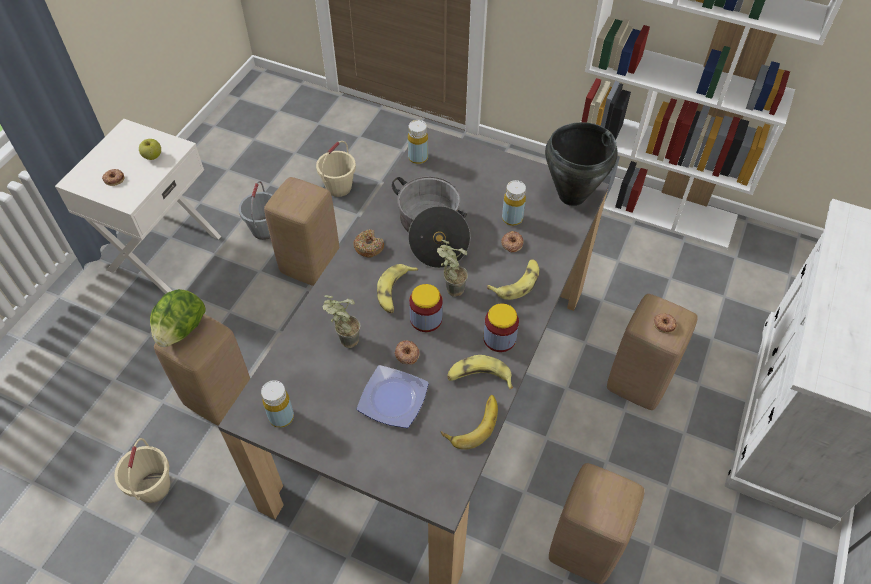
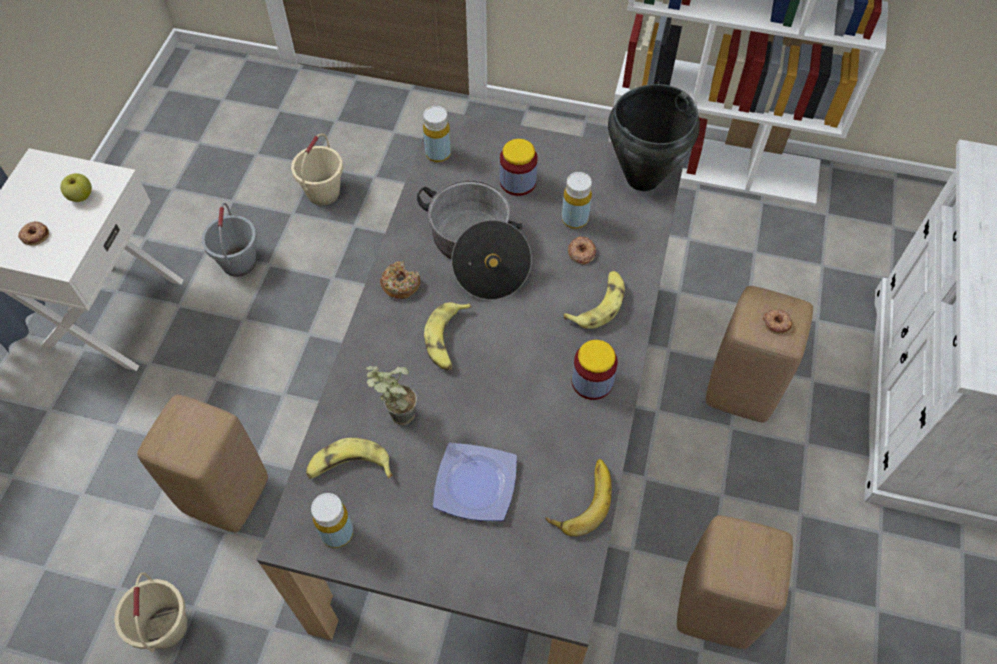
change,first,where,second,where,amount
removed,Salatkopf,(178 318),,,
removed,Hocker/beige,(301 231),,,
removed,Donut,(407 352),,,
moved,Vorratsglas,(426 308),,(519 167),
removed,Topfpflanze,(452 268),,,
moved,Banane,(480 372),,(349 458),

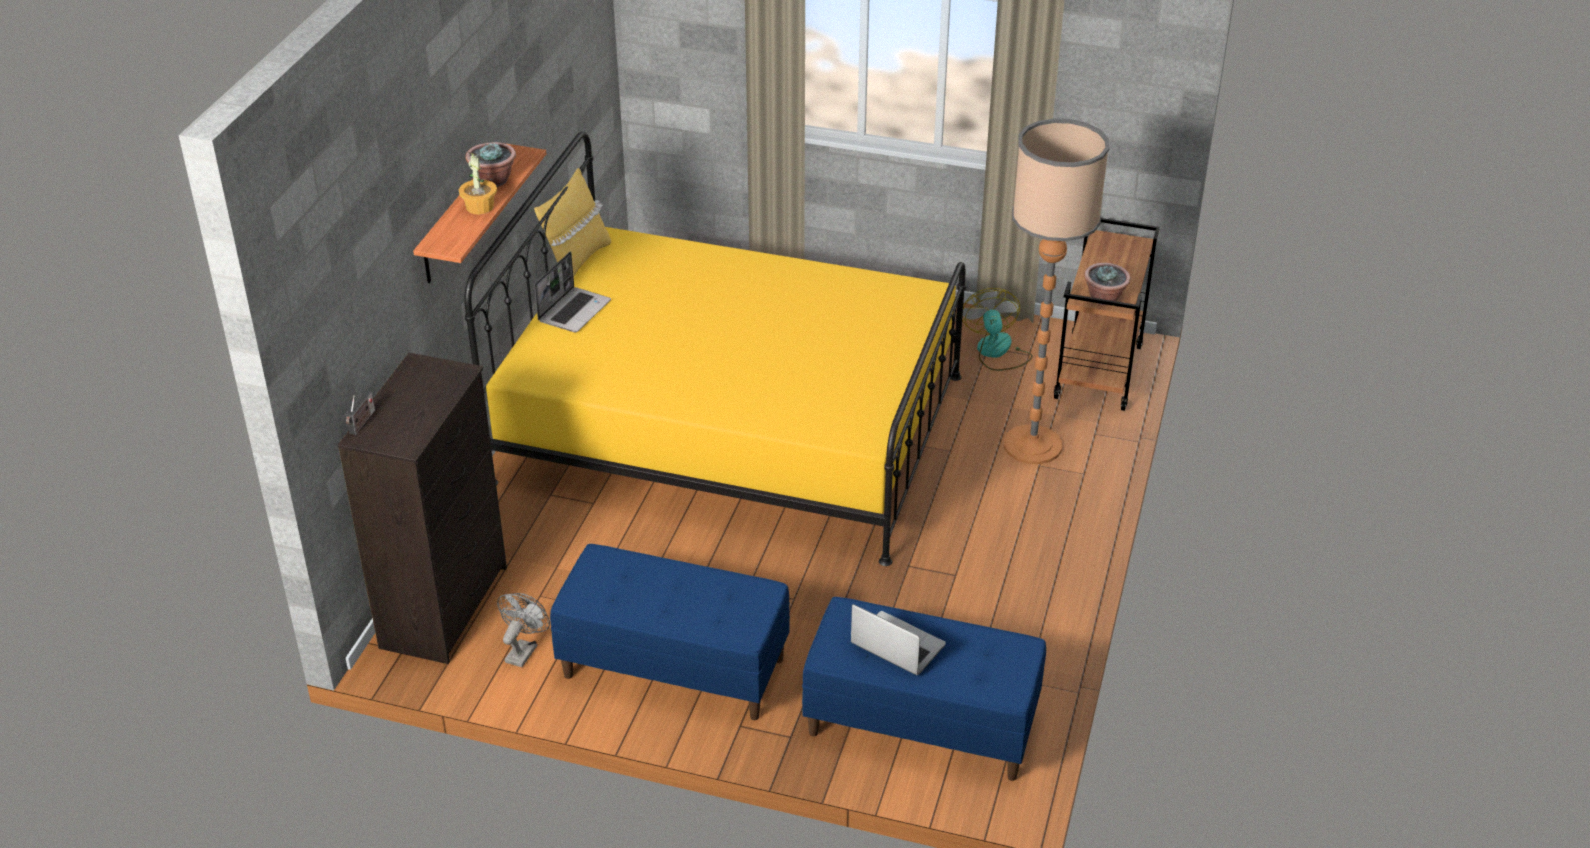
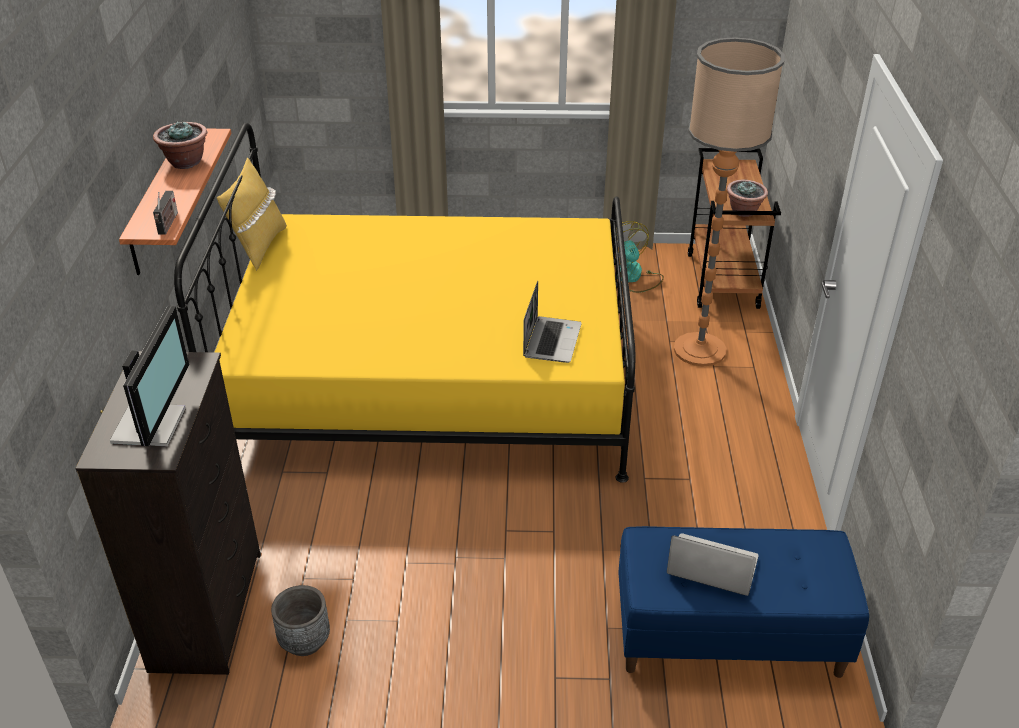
change,first,where,second,where,amount
moved,Radio,(360 412),,(165 213),
removed,Topfpflanze,(478 183),,,
replaced,Ventilator/grau,(523 630),Pflanzkübel/grau,(300 620),
moved,Laptop,(572 292),,(552 322),
removed,Bank/blau,(670 632),,,
added,,,Monitor,(149 376),

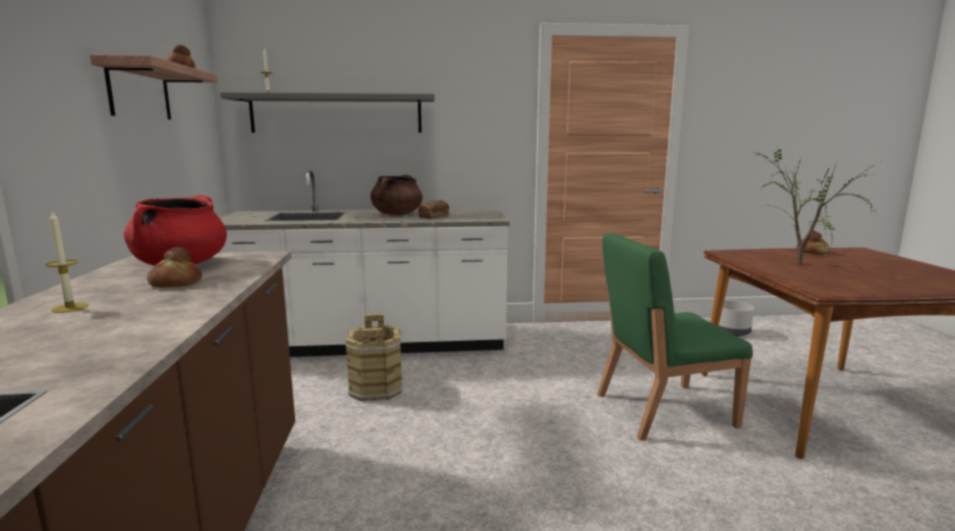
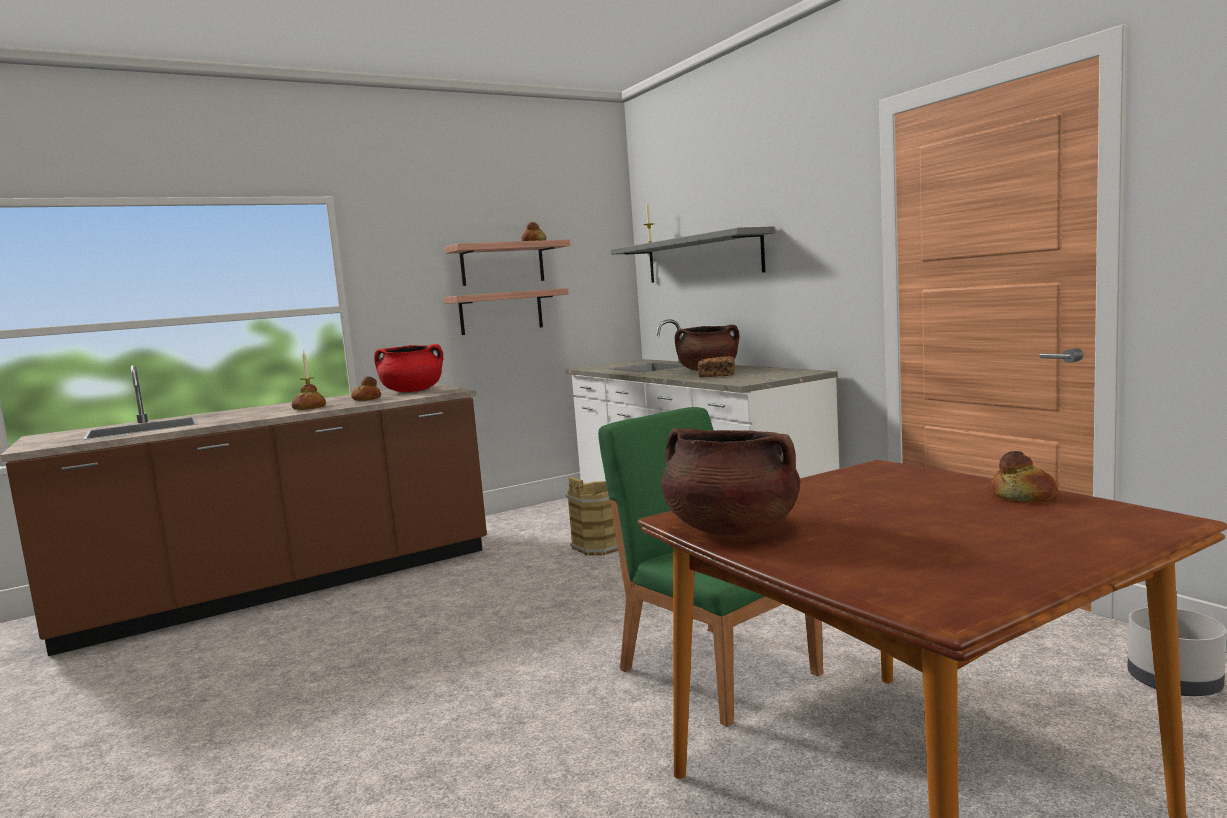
change,first,where,second,where,amount
removed,Topfpflanze,(814 206),,,
added,,,Brot,(308 397),
added,,,Wandregal,(506 311),
added,,,Kochtopf/braun,(730 481),

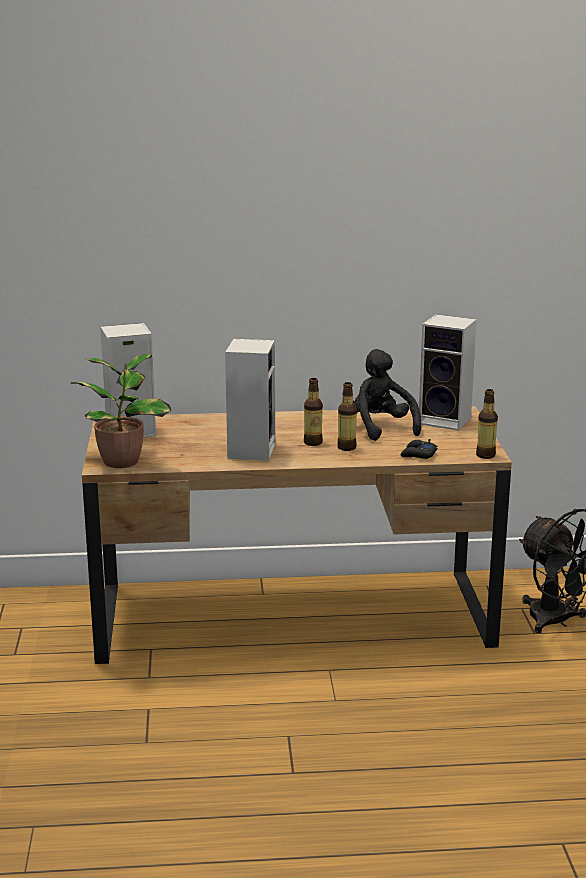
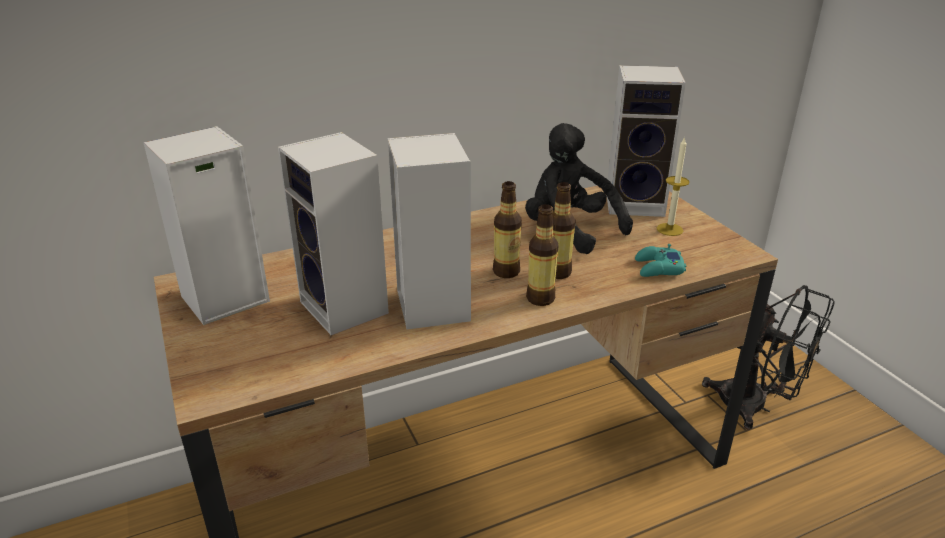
change,first,where,second,where,amount
removed,Topfpflanze,(121 411),,,
recoloured,Gamepad/schwarz,(419 449),Gamepad/türkis,(660 260),
moved,Flasche,(487 424),,(542 255),
added,,,Lautsprecher,(333 233),
added,,,Kerze,(673 186),

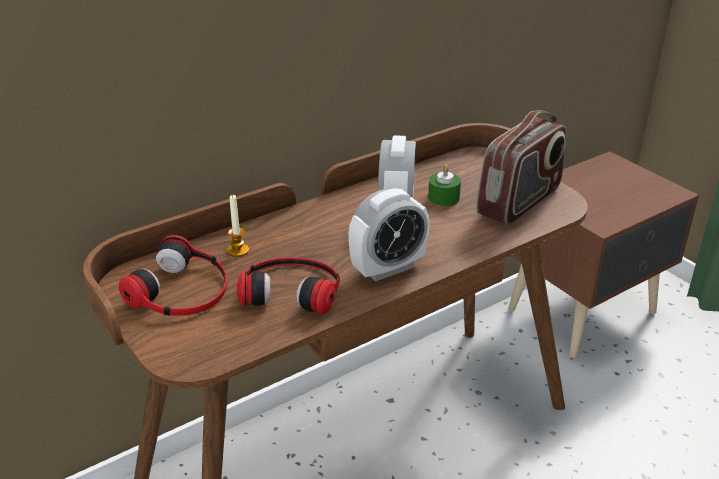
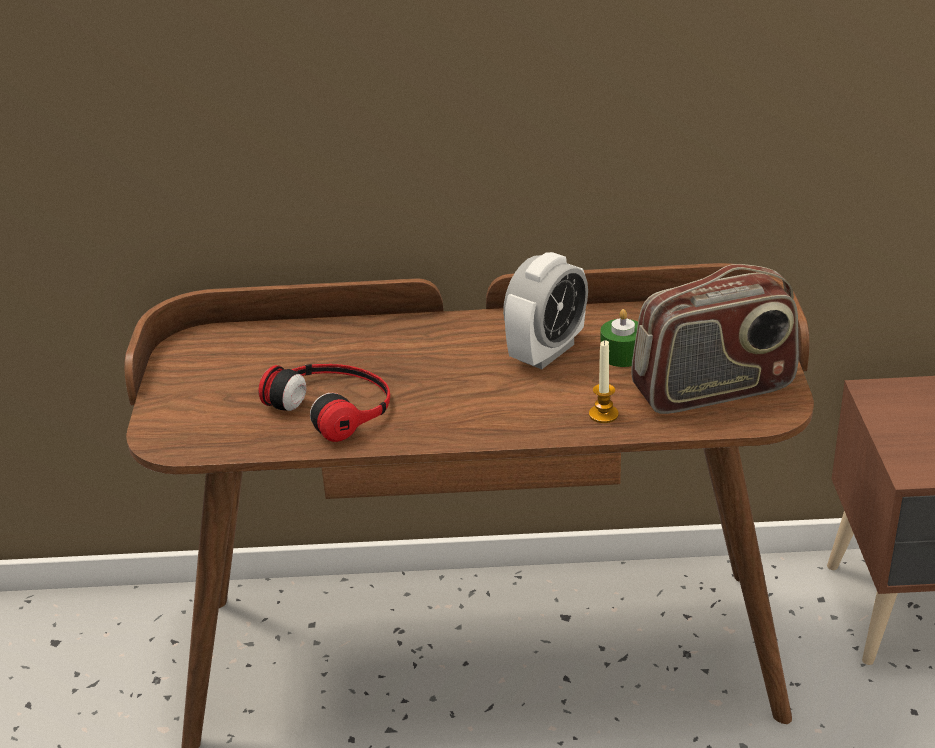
change,first,where,second,where,amount
removed,Kopfhörer,(173 275),,,
moved,Kerze,(238 225),,(604 381),
removed,Wecker,(388 234),,,

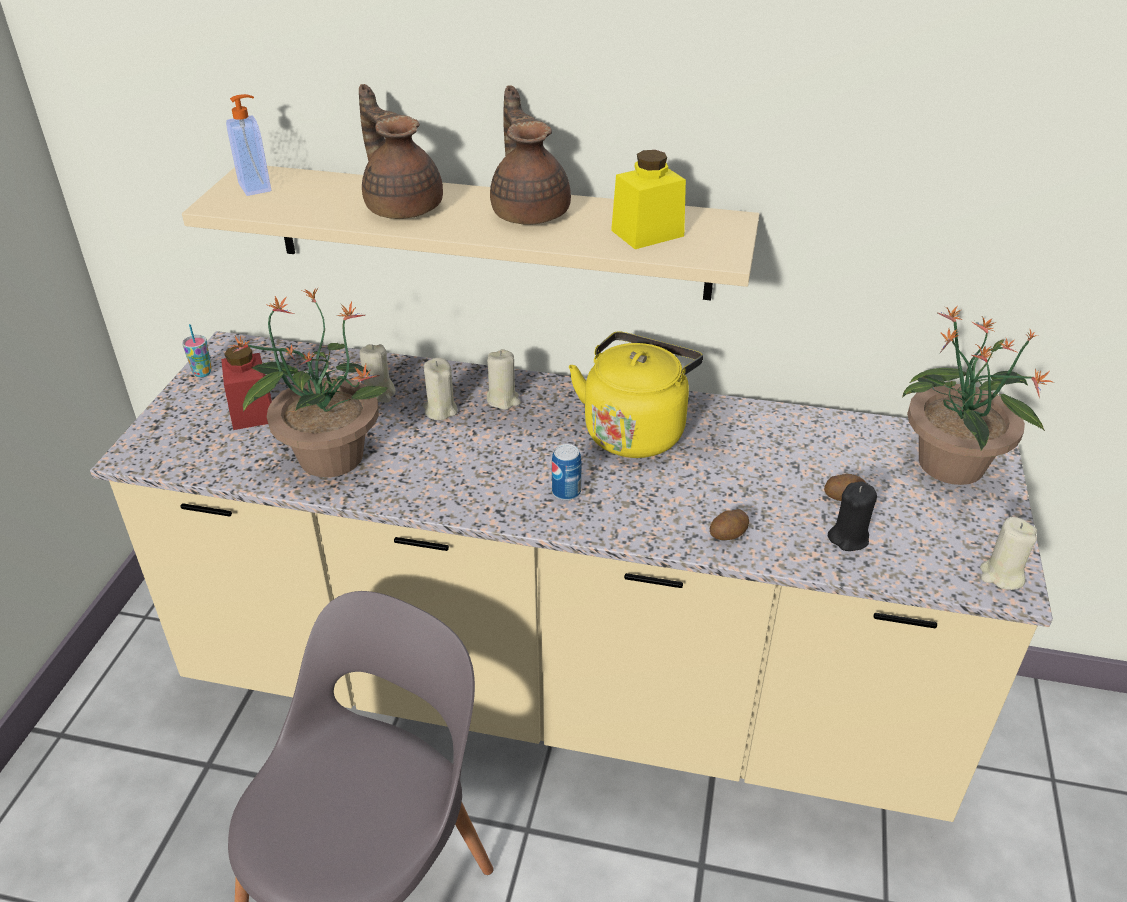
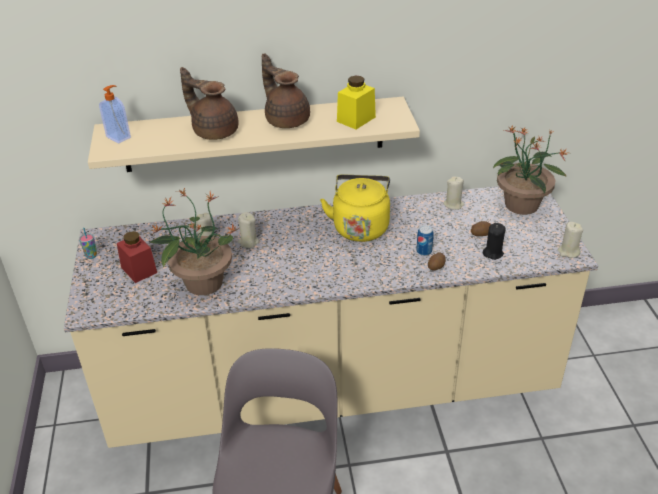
change,first,where,second,where,amount
moved,Kerze/beige,(504 379),,(454 193),
moved,Dose,(567 472),,(425 240),

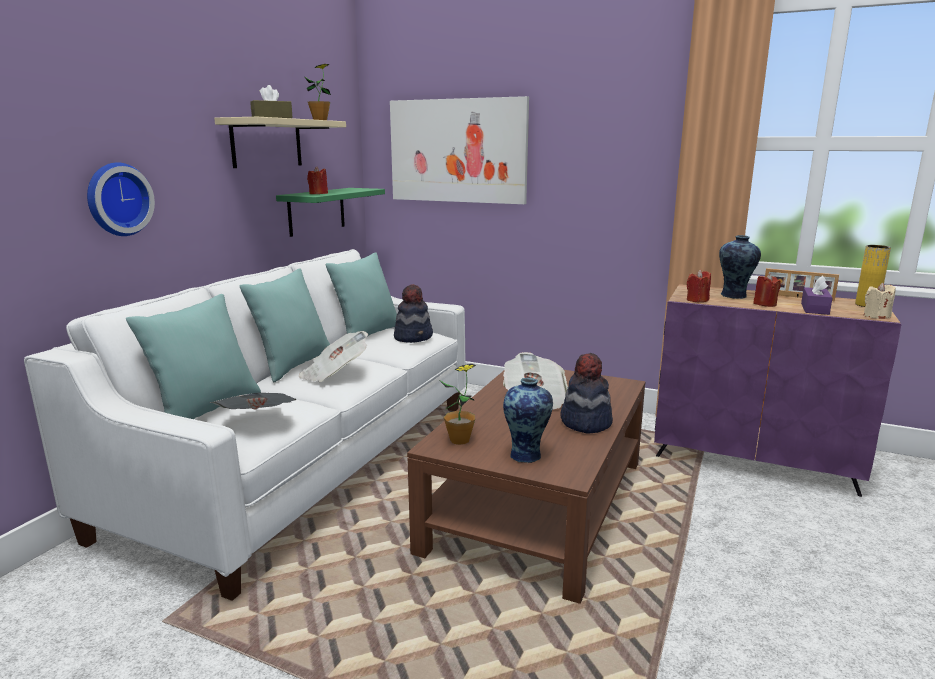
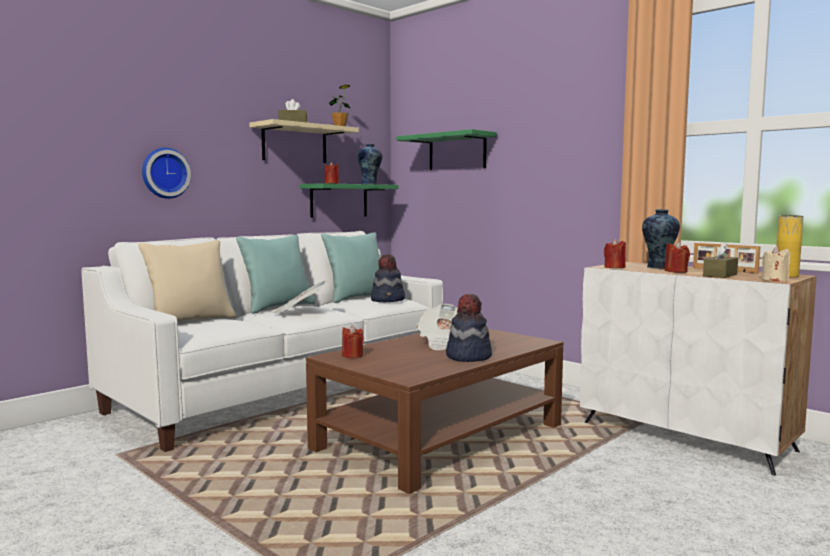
change,first,where,second,where,amount
recoloured,Kissen/türkis,(193 356),Kissen/beige,(187 281),
removed,Zeitung,(253 401),,,
replaced,Bild,(459 150),Wandregal/grün,(446 149),
replaced,Topfpflanze,(457 404),Kerze/rot,(353 341),
moved,Vase,(528 421),,(370 164),
recoloured,Schrank/lila,(778 390),Schrank/weiß,(698 369),
recoloured,Taschentuchbox/lila,(817 295),Taschentuchbox/braun,(720 260),

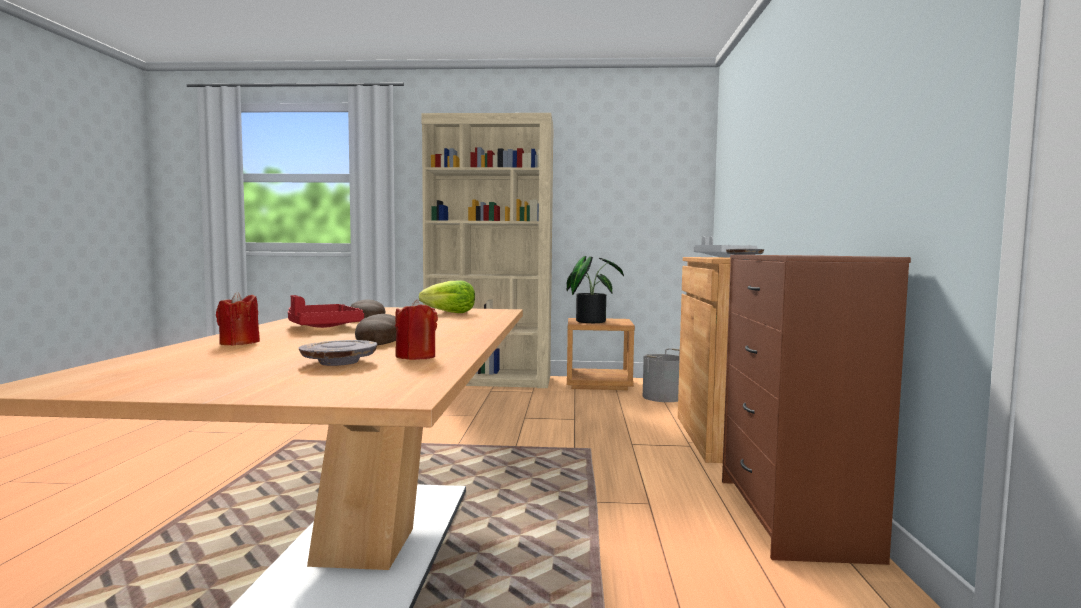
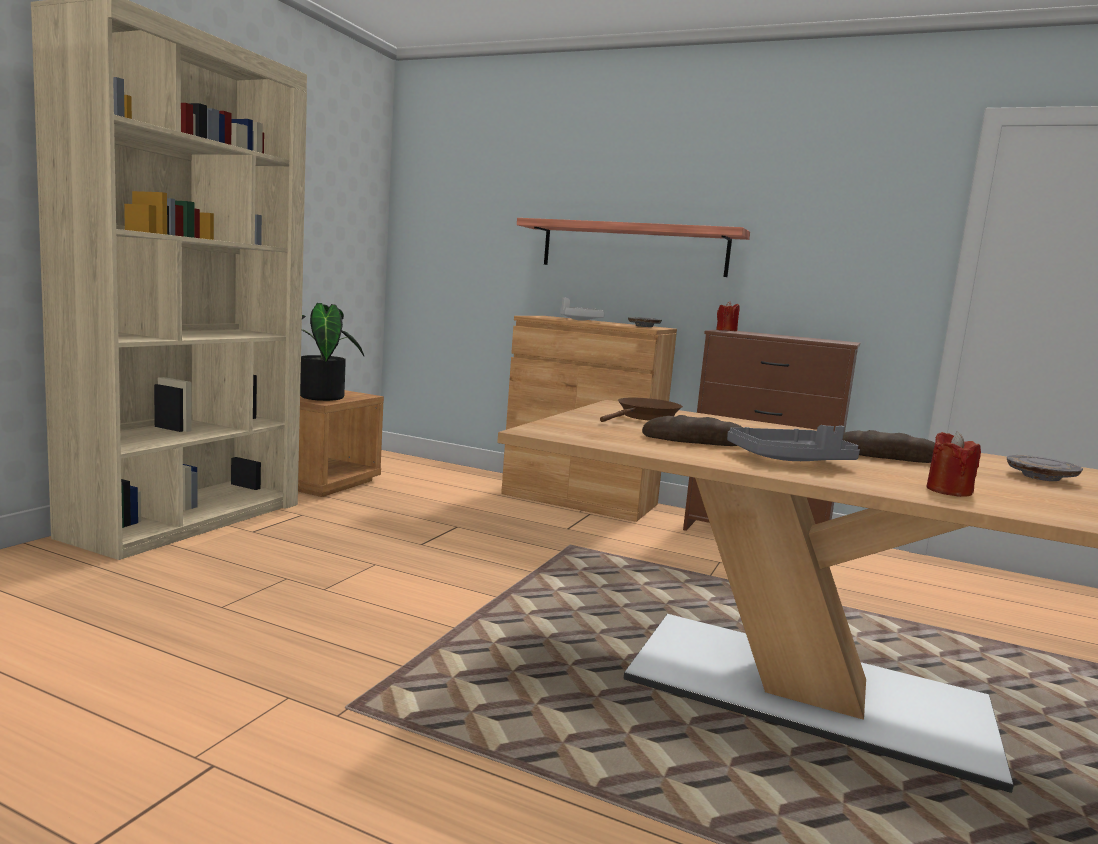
change,first,where,second,where,amount
recoloured,Tablett/rot,(326 311),Tablett/grau,(793 443),
moved,Kerze/rot,(416 329),,(727 316),
replaced,Salatkopf,(447 296),Pfanne/braun,(641 410),
removed,Eimer/grau,(661 375),,,
added,,,Wandregal,(633 247),

